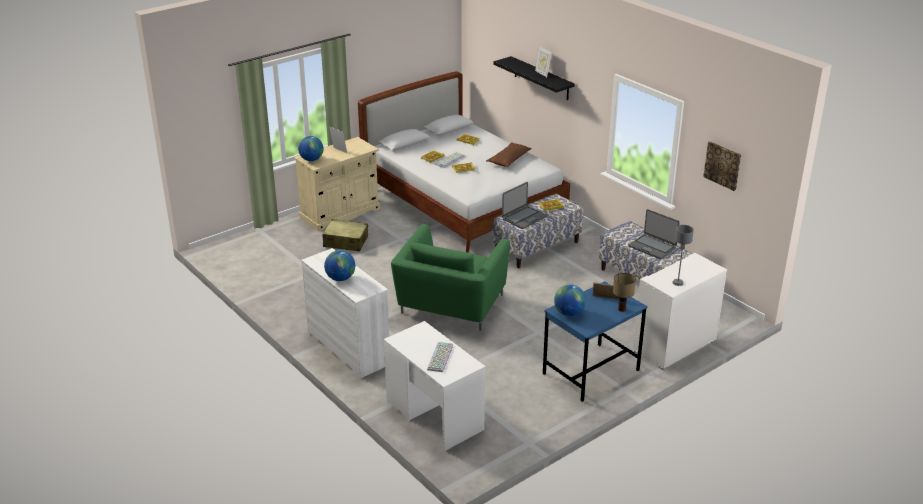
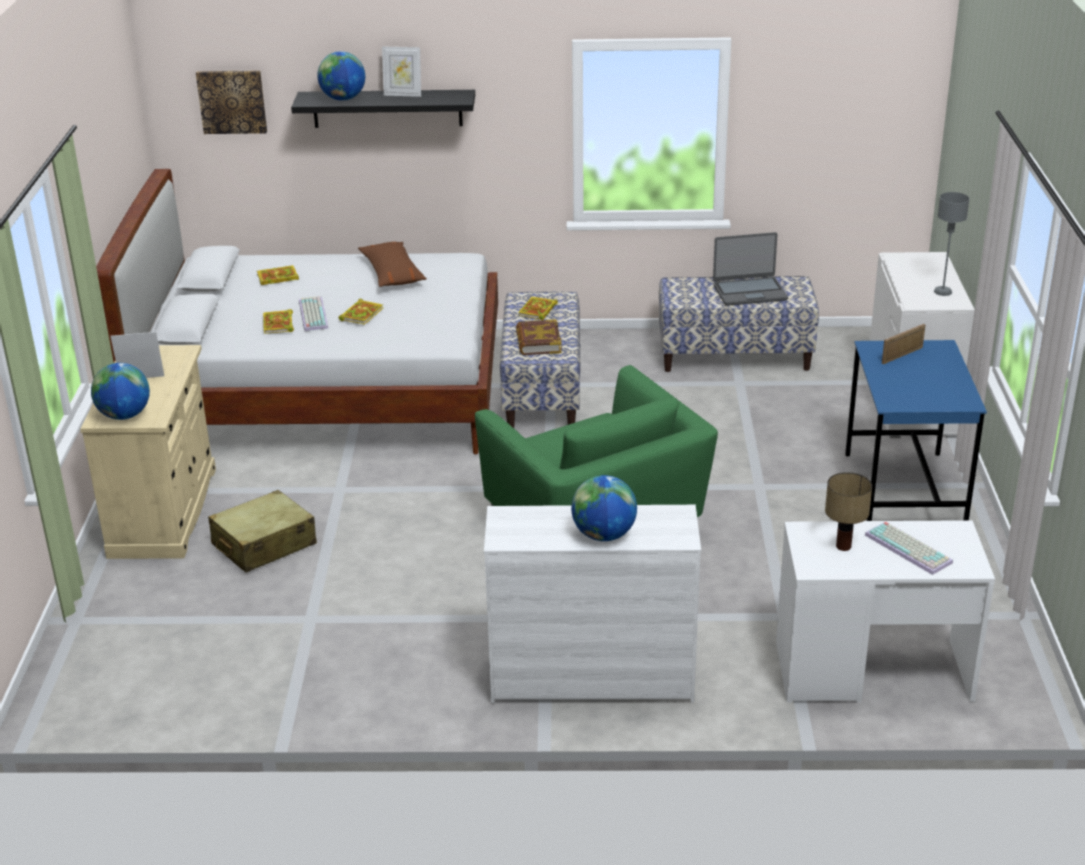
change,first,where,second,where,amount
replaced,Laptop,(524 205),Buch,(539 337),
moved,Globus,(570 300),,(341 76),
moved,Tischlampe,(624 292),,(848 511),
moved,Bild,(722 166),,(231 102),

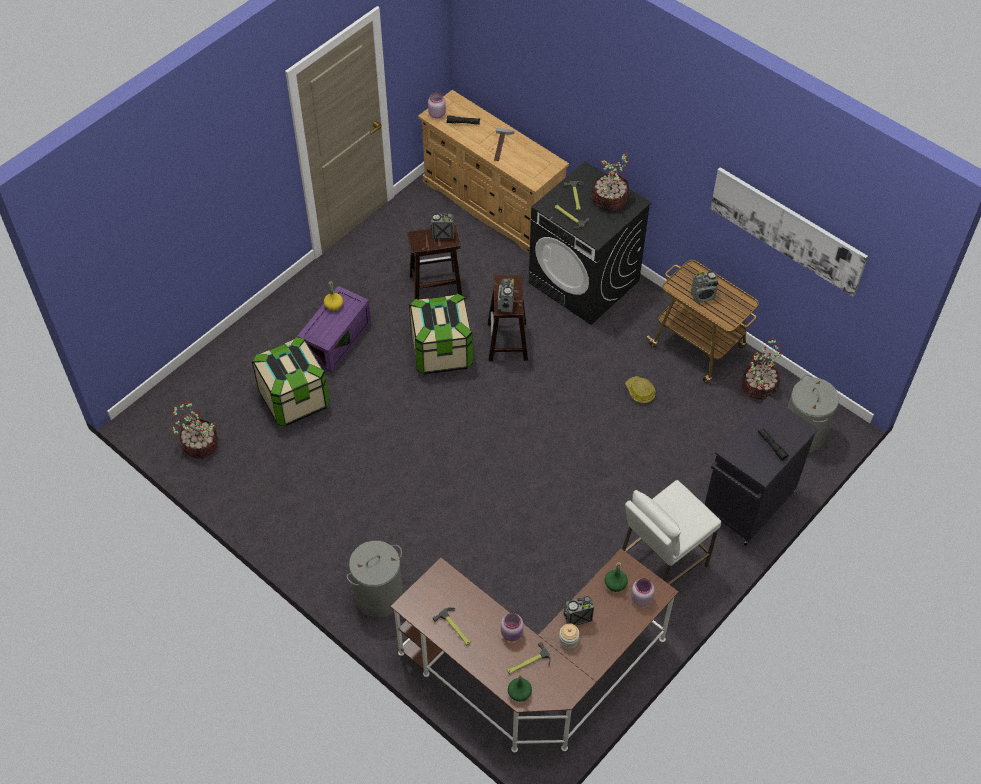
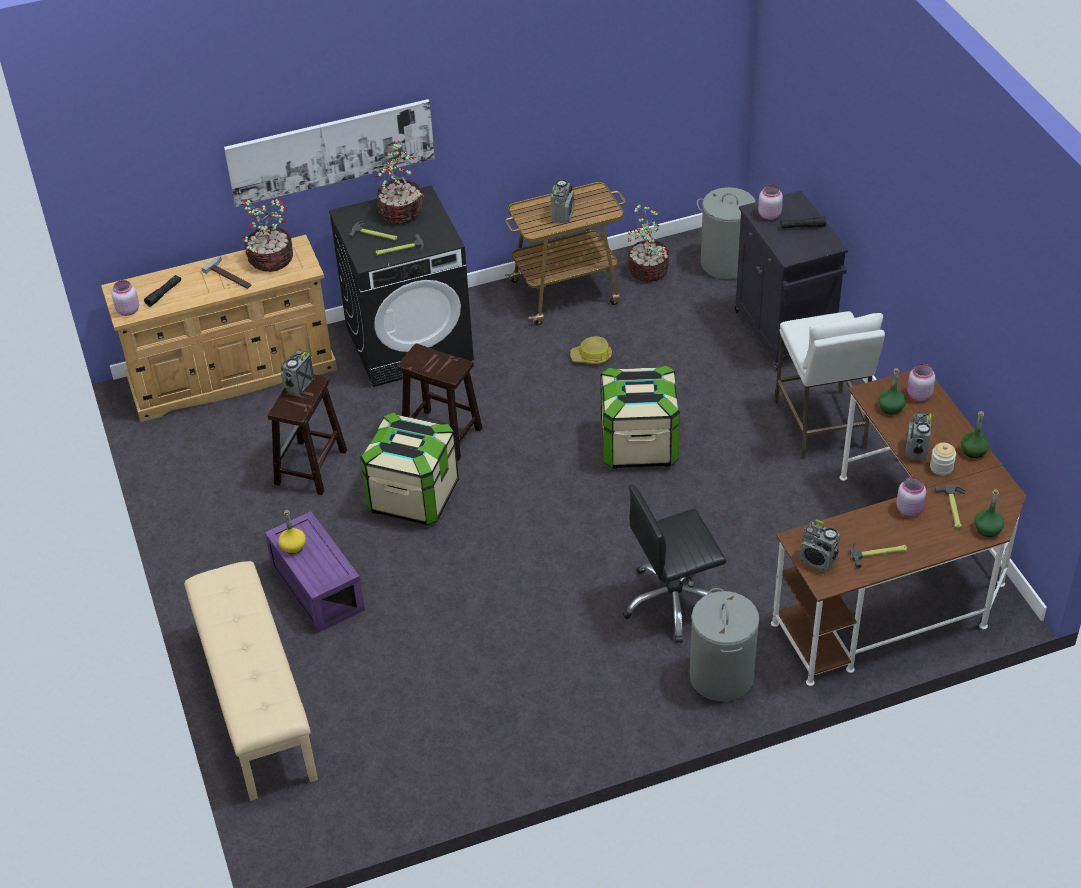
change,first,where,second,where,amount
moved,Topfpflanze,(194 430),,(267 235),
moved,Aufbewahrungsbox,(291 381),,(640 417),
moved,Radio,(506 295),,(819 546),
moved,Bild,(789 232),,(329 153),
added,,,Bank/beige,(251 681),
added,,,Bürostuhl/schwarz,(674 563),
added,,,Vorratsglas/rosa,(770 202),
added,,,Flasche/grün,(975 434),

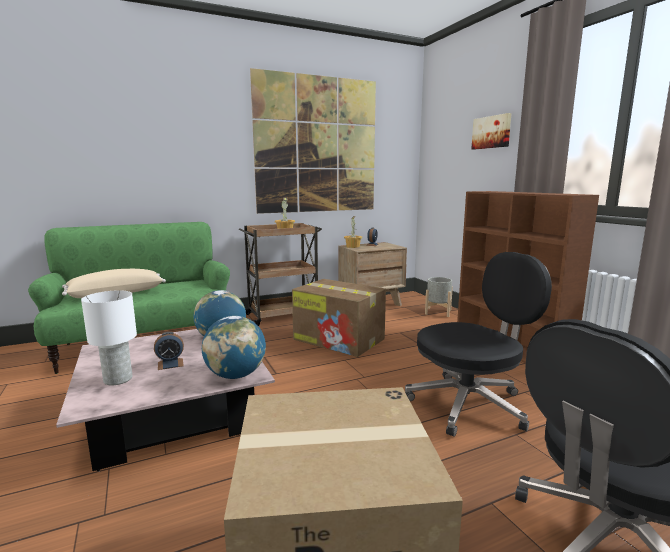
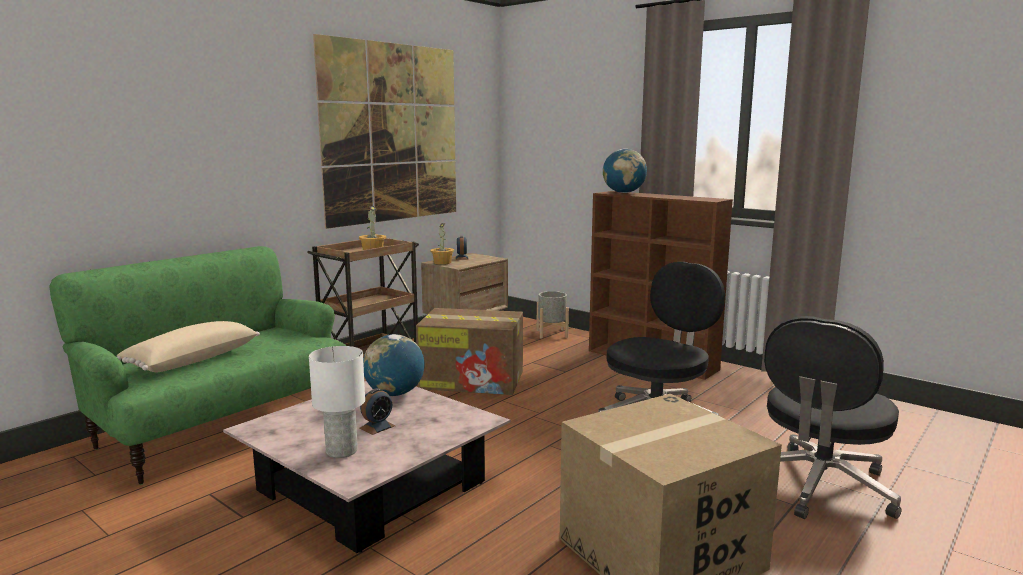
change,first,where,second,where,amount
moved,Globus,(234 347),,(625 171),
removed,Bild,(491 131),,,

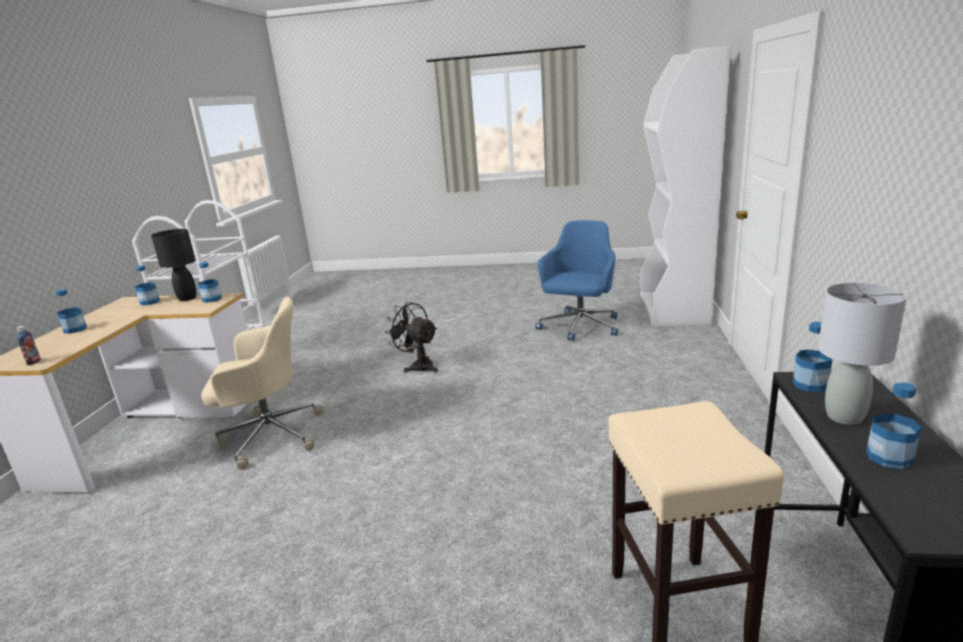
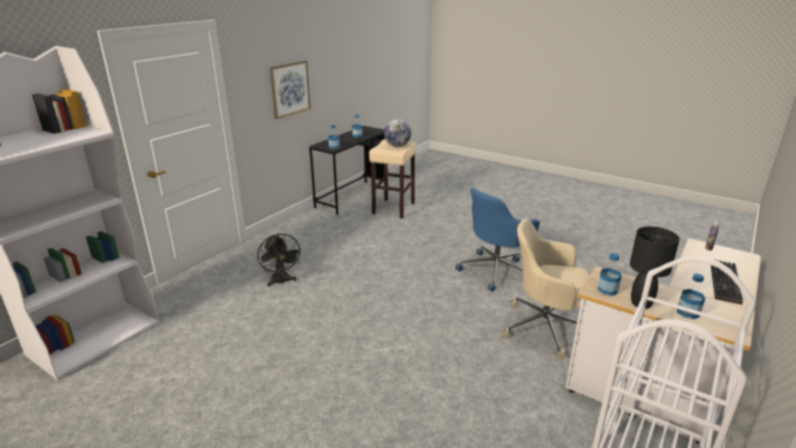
change,first,where,second,where,amount
replaced,Flasche,(71 311),Tastatur,(727 282),
moved,Ventilator/schwarz,(411 337),,(279 260),
moved,Bürostuhl/blau,(576 280),,(497 240),
removed,Tischlampe/grau,(862 353),,,
added,,,Bild,(290 90),
added,,,Globus,(398 133),

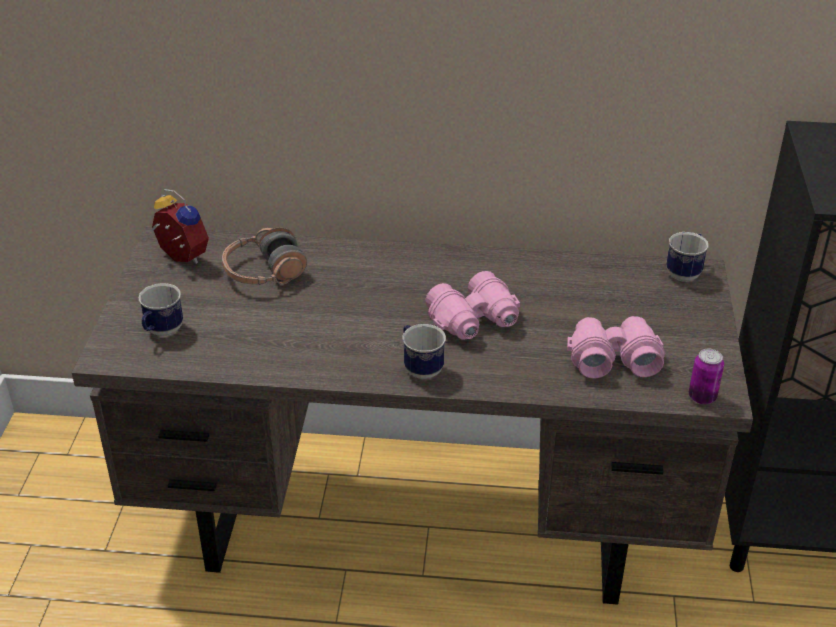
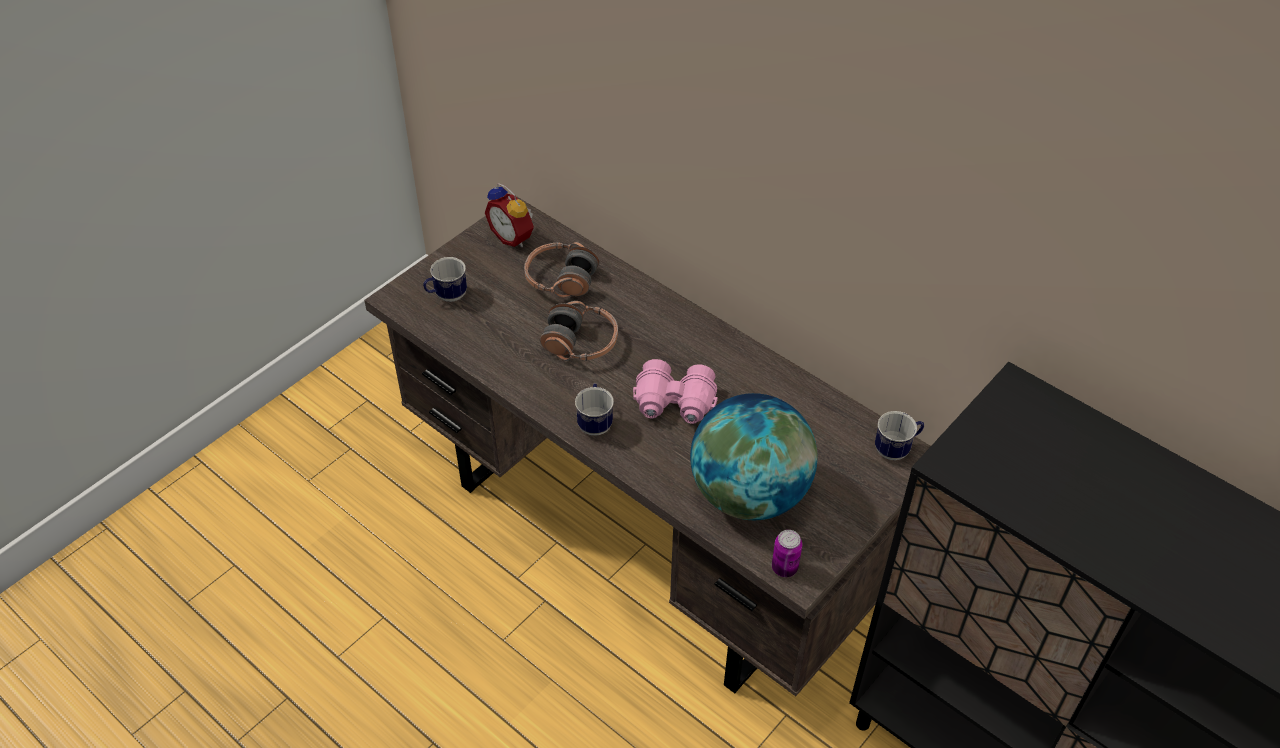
change,first,where,second,where,amount
turned,Wecker,(180 226),,(509 215),150 degrees clockwise
replaced,Fernglas/rosa,(616 347),Globus,(754 456),
added,,,Kopfhörer,(579 331),

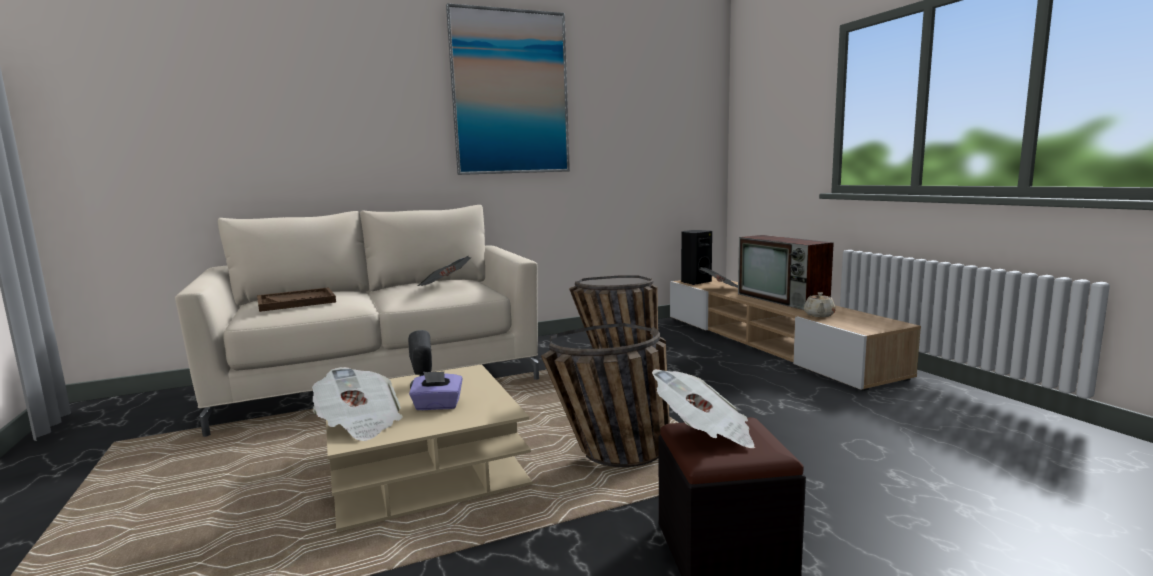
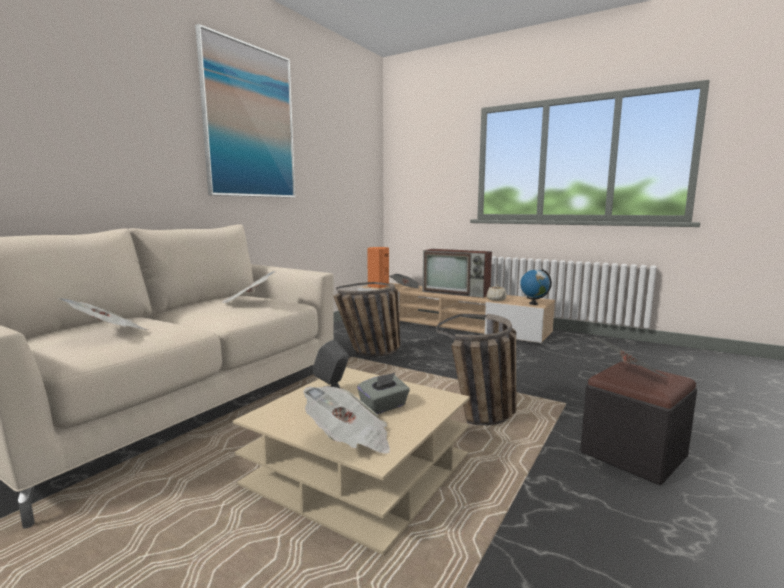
change,first,where,second,where,amount
replaced,Tablett/braun,(296 299),Zeitung,(102 314),
recoloured,Taschentuchbox/lila,(436 391),Taschentuchbox/grau,(383 393),
recoloured,Lautsprecher/schwarz,(696 257),Lautsprecher/orange,(378 268),
added,,,Globus,(536 287),

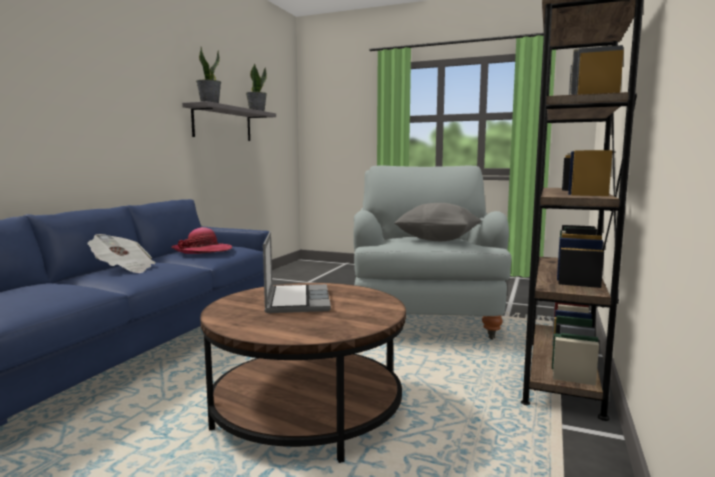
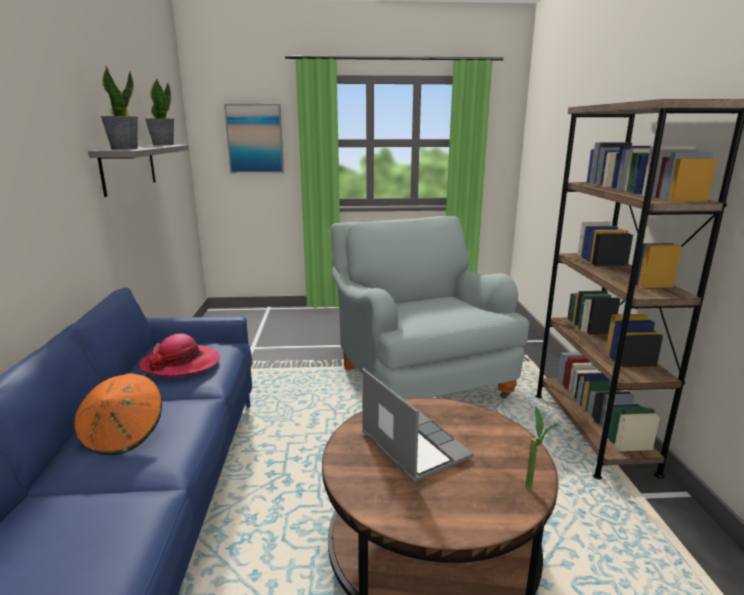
change,first,where,second,where,amount
replaced,Zeitung,(122 253),Hut/orange,(118 414),
removed,Kissen/grau,(437 222),,,
added,,,Bild,(254 138),
added,,,Topfpflanze,(542 448),

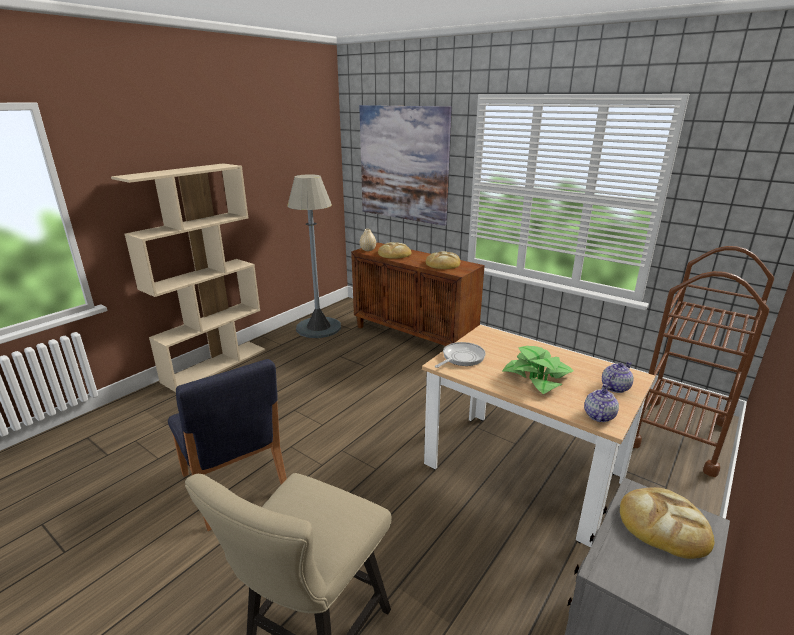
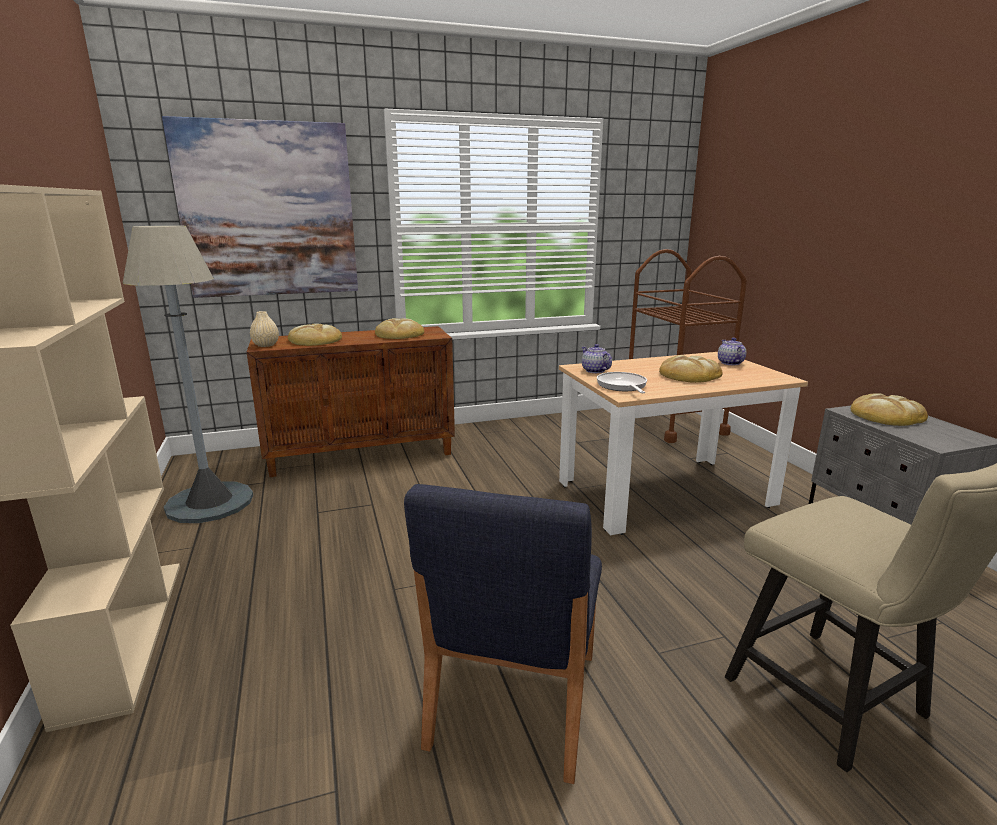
change,first,where,second,where,amount
turned,Stuhl/blau,(227 445),,(503 634),105 degrees clockwise
replaced,Topfpflanze,(538 370),Brot,(690 369),
moved,Teekanne,(601 403),,(597 358),

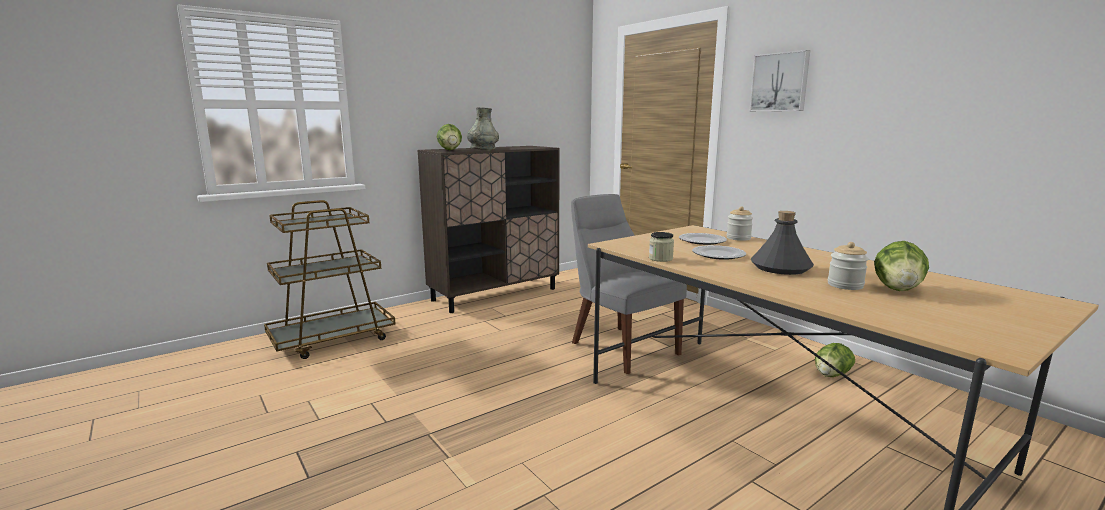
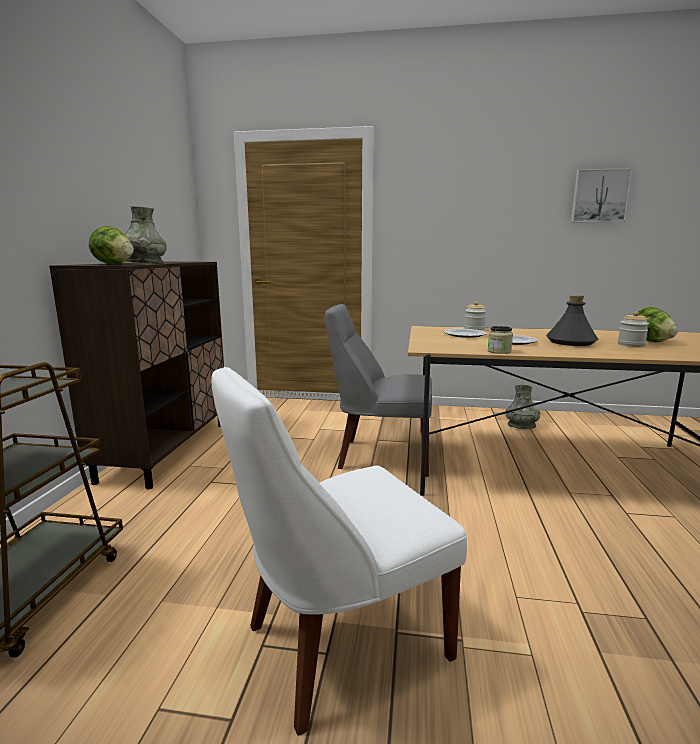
change,first,where,second,where,amount
moved,Bild,(779 80),,(602 195),
replaced,Salatkopf,(835 360),Vase/grau,(522 407),
added,,,Stuhl/weiß,(339 551),

